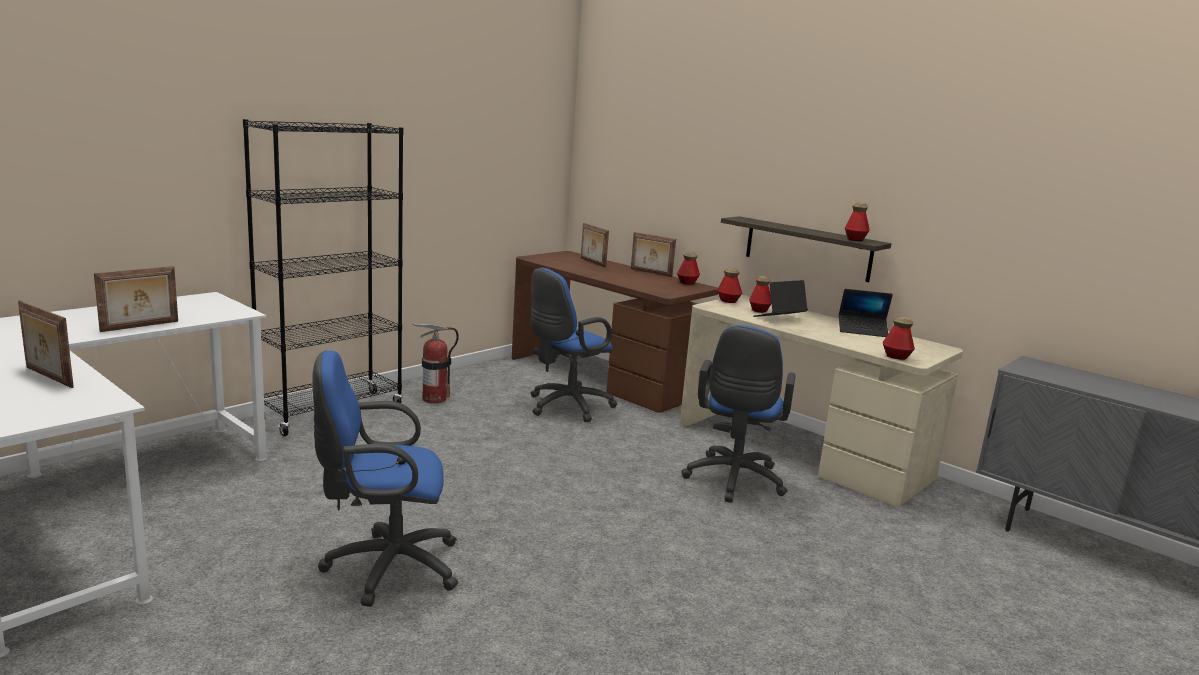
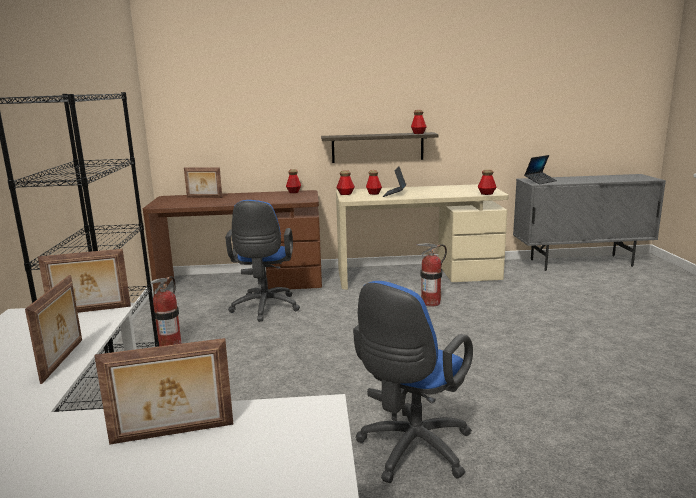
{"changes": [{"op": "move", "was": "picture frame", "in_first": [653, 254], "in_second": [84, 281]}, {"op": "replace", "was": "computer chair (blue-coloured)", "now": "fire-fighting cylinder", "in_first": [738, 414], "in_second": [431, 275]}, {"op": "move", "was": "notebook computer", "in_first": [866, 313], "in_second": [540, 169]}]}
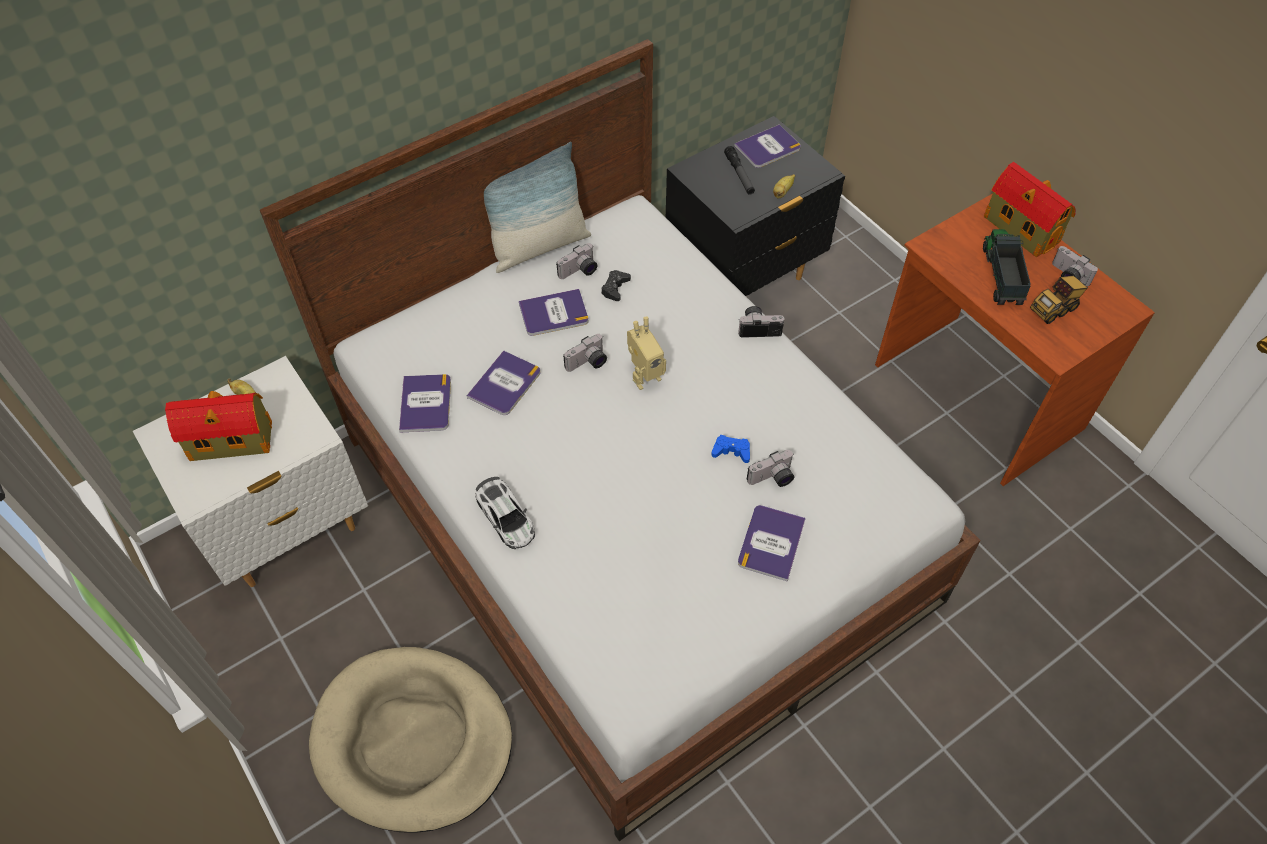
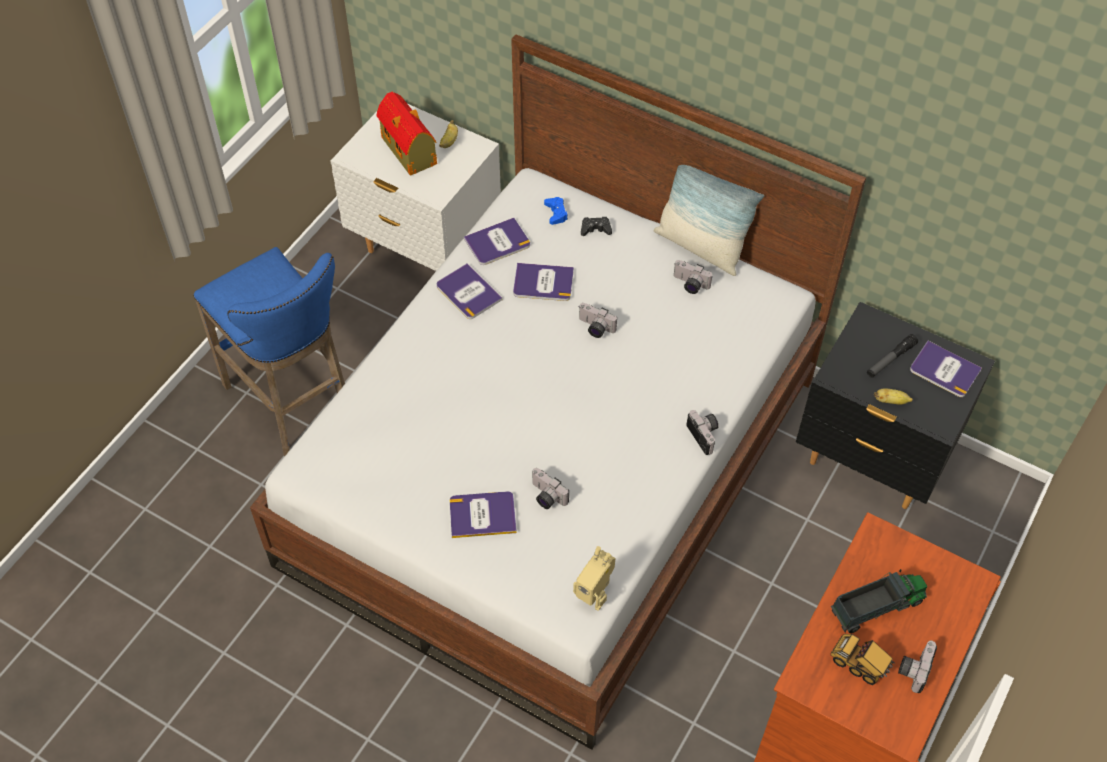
{"changes": [{"op": "replace", "was": "dog bed (beige-coloured)", "now": "sitting stool (blue-coloured)", "in_first": [410, 740], "in_second": [269, 351]}, {"op": "move", "was": "book", "in_first": [554, 312], "in_second": [469, 291]}, {"op": "move", "was": "gamepad (blue-coloured)", "in_first": [730, 449], "in_second": [556, 211]}, {"op": "move", "was": "toy robot", "in_first": [646, 353], "in_second": [594, 578]}, {"op": "move", "was": "gamepad (black-coloured)", "in_first": [616, 285], "in_second": [596, 226]}, {"op": "delete", "was": "model car", "in_first": [505, 513]}, {"op": "delete", "was": "miniature house", "in_first": [1030, 209]}]}
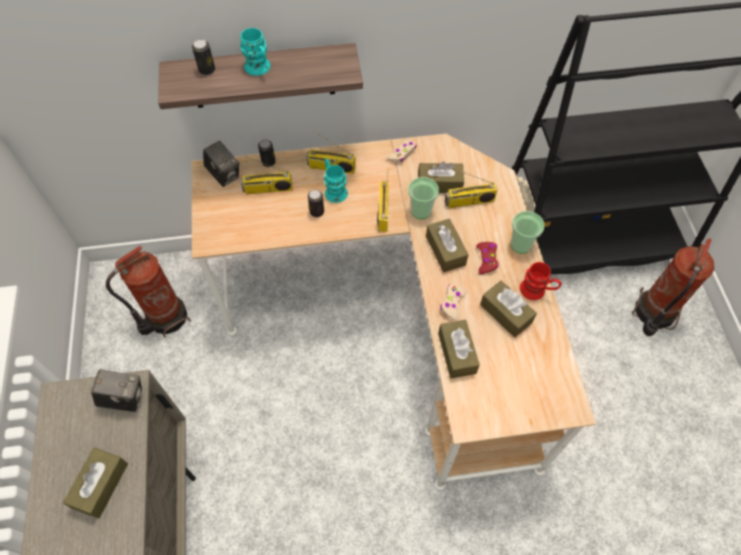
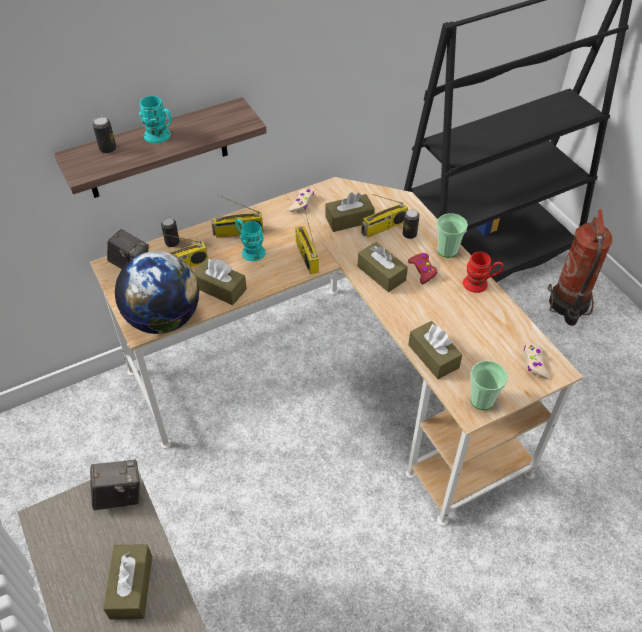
{"changes": [{"op": "insert", "now": "globe", "in_second": [157, 292]}, {"op": "move", "was": "box of tissues (brownish)", "in_first": [508, 309], "in_second": [220, 282]}, {"op": "move", "was": "metal can", "in_first": [316, 203], "in_second": [411, 224]}, {"op": "move", "was": "cup", "in_first": [423, 198], "in_second": [489, 385]}, {"op": "move", "was": "gamepad (beige-coloured)", "in_first": [454, 302], "in_second": [536, 361]}, {"op": "delete", "was": "fire-fighting cylinder", "in_first": [148, 291]}]}
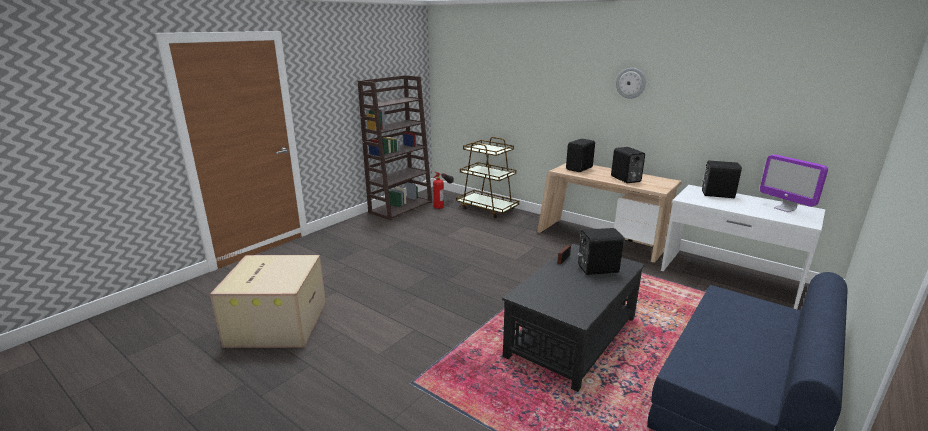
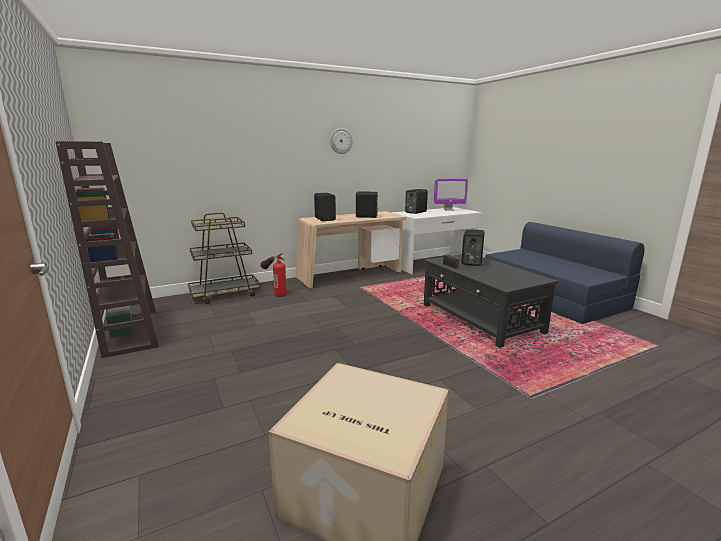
{"changes": [{"op": "move", "was": "fire-fighting cylinder", "in_first": [443, 190], "in_second": [273, 275]}]}
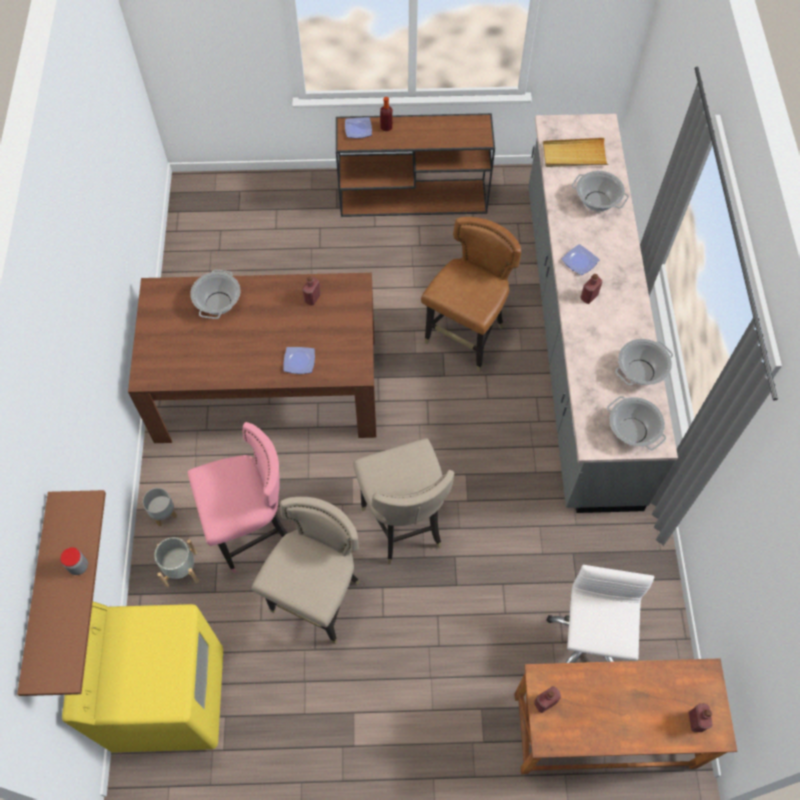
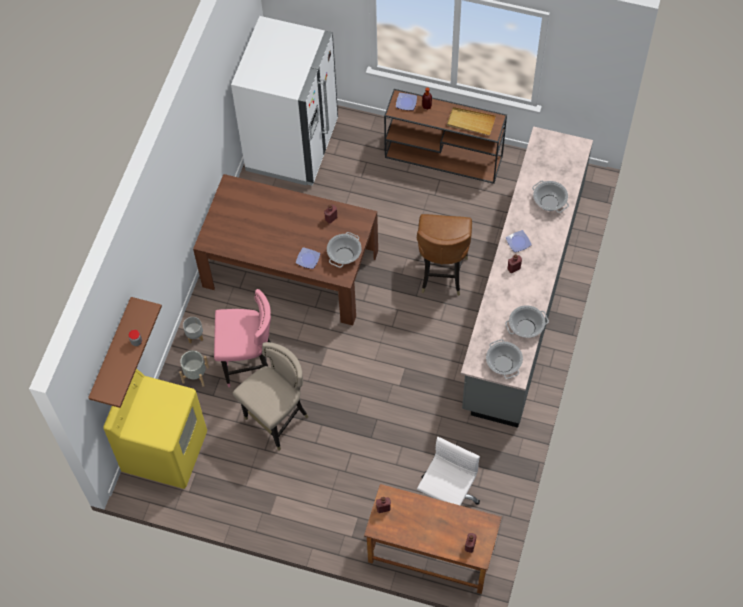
{"changes": [{"op": "insert", "now": "kitchen fridge (white-coloured)", "in_second": [284, 101]}, {"op": "move", "was": "cooking pot", "in_first": [215, 294], "in_second": [344, 250]}, {"op": "rotate", "was": "plain chair (brownish)", "in_first": [471, 294], "in_second": [444, 255], "clockwise": 135}, {"op": "move", "was": "carrying tray (beige-coloured)", "in_first": [575, 152], "in_second": [471, 121]}, {"op": "delete", "was": "sitting stool (beige-coloured)", "in_first": [404, 501]}]}
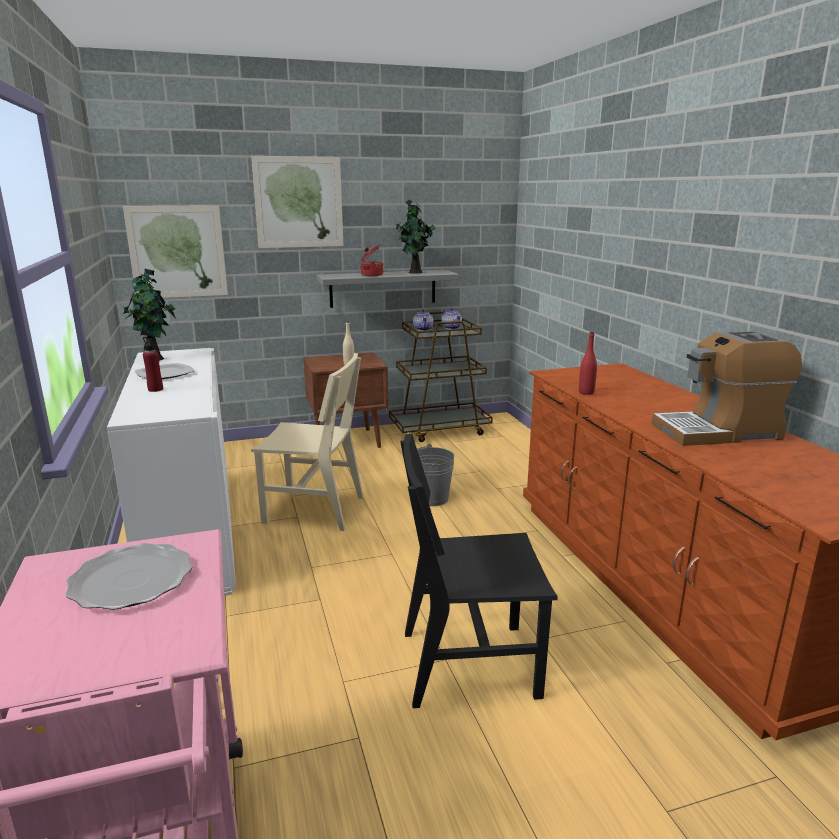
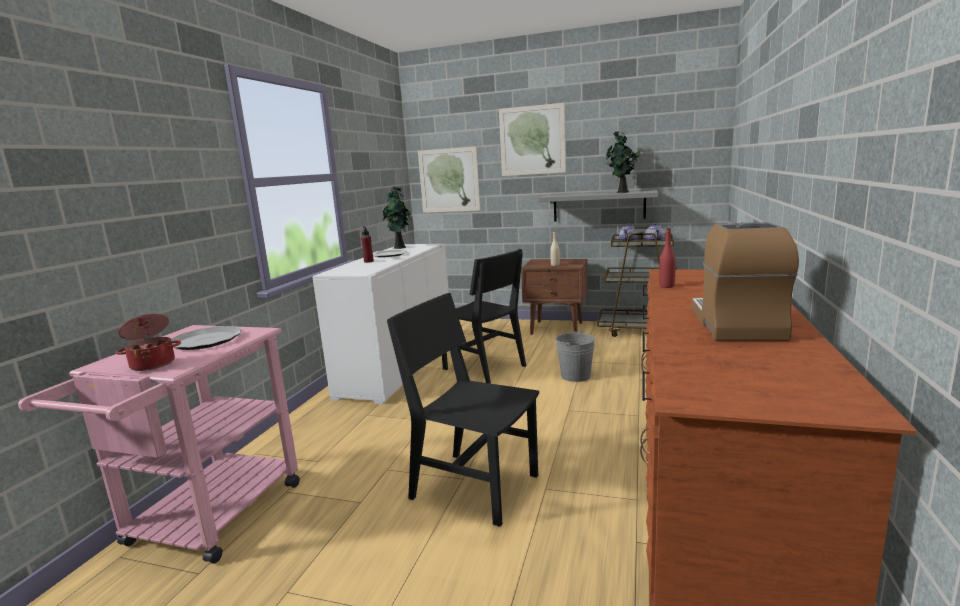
{"changes": [{"op": "move", "was": "cooking pot", "in_first": [372, 260], "in_second": [148, 342]}, {"op": "recolor", "was": "plain chair (beige-coloured)", "now": "plain chair (black-coloured)", "in_first": [307, 442], "in_second": [484, 316]}, {"op": "rotate", "was": "coffee maker", "in_first": [726, 388], "in_second": [745, 281], "clockwise": 75}]}
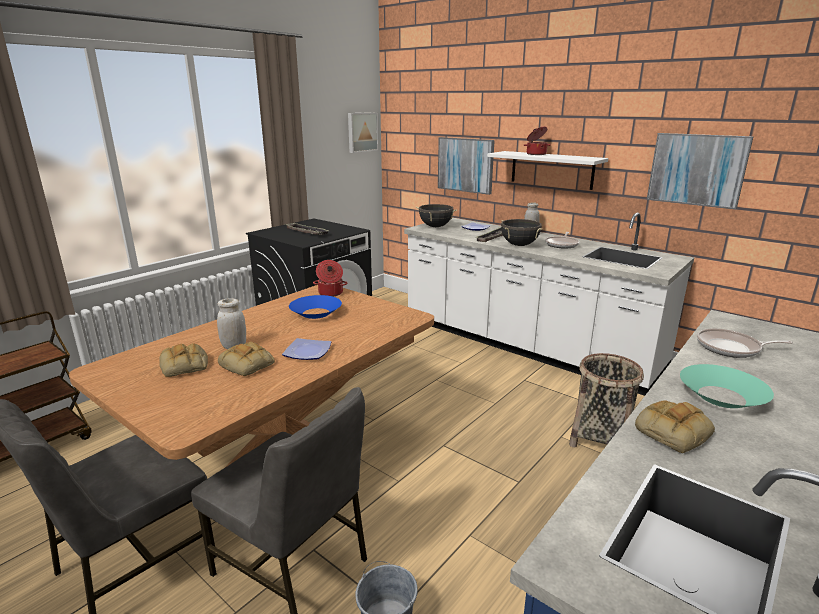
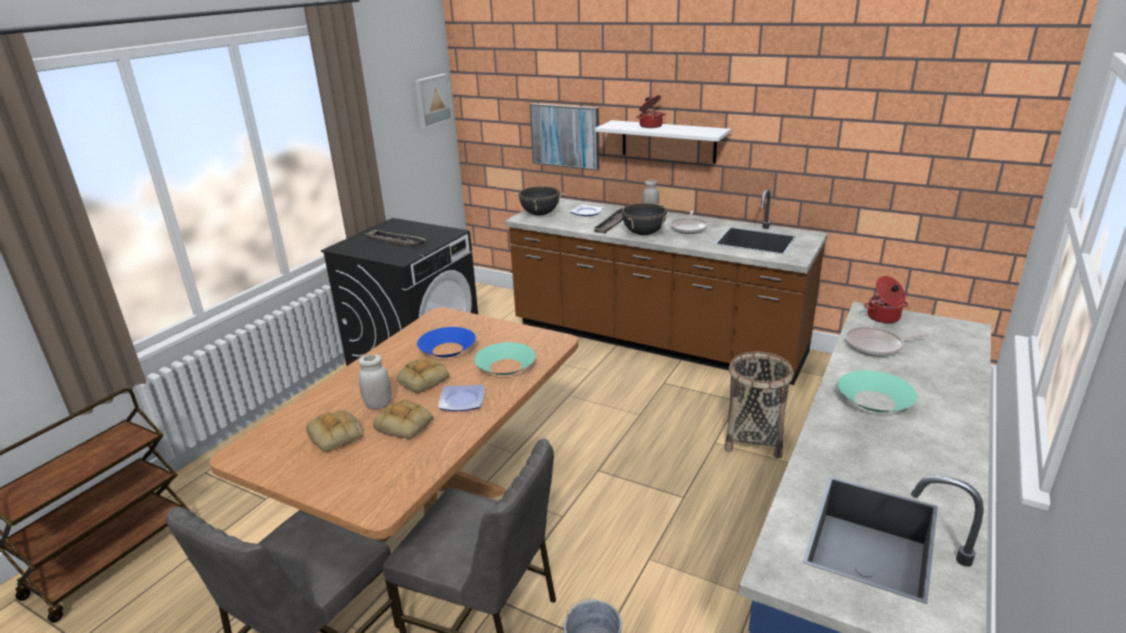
{"changes": [{"op": "move", "was": "baked bread", "in_first": [675, 426], "in_second": [423, 376]}, {"op": "insert", "now": "bowl (turquoise-coloured)", "in_second": [505, 358]}, {"op": "recolor", "was": "kitchen base unit (white-coloured)", "now": "kitchen base unit (brownish)", "in_first": [549, 304], "in_second": [666, 287]}, {"op": "move", "was": "cooking pot", "in_first": [330, 278], "in_second": [886, 299]}, {"op": "delete", "was": "wall picture", "in_first": [700, 171]}]}
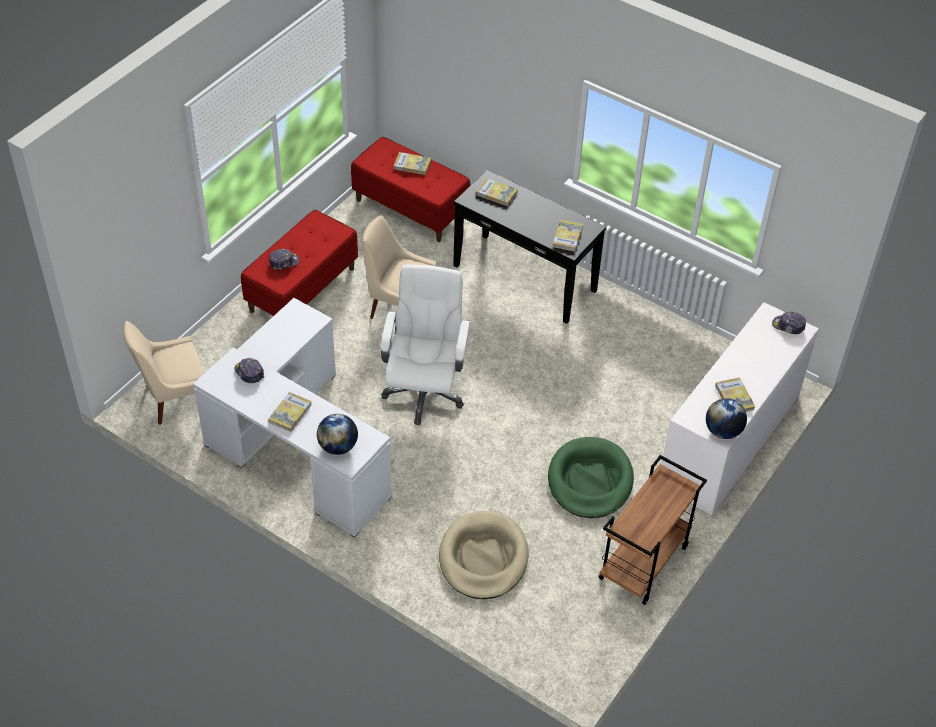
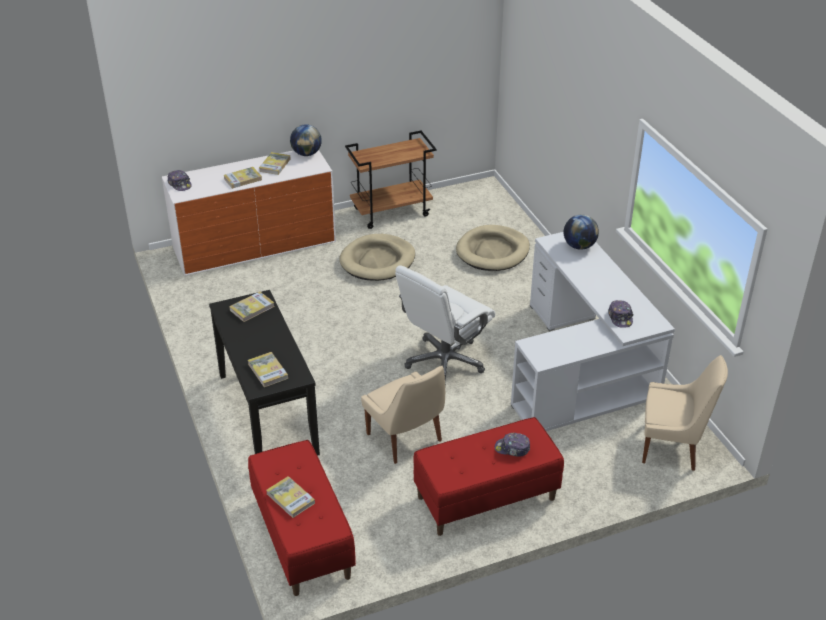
{"changes": [{"op": "move", "was": "book", "in_first": [290, 412], "in_second": [243, 178]}, {"op": "recolor", "was": "dog bed (greenish)", "now": "dog bed (beige-coloured)", "in_first": [591, 477], "in_second": [377, 257]}]}
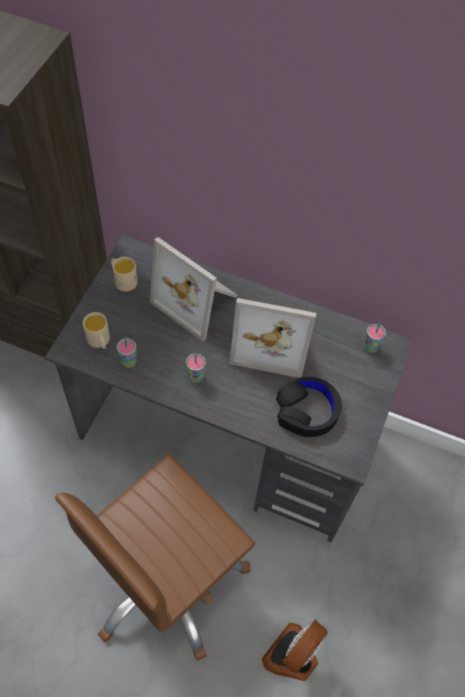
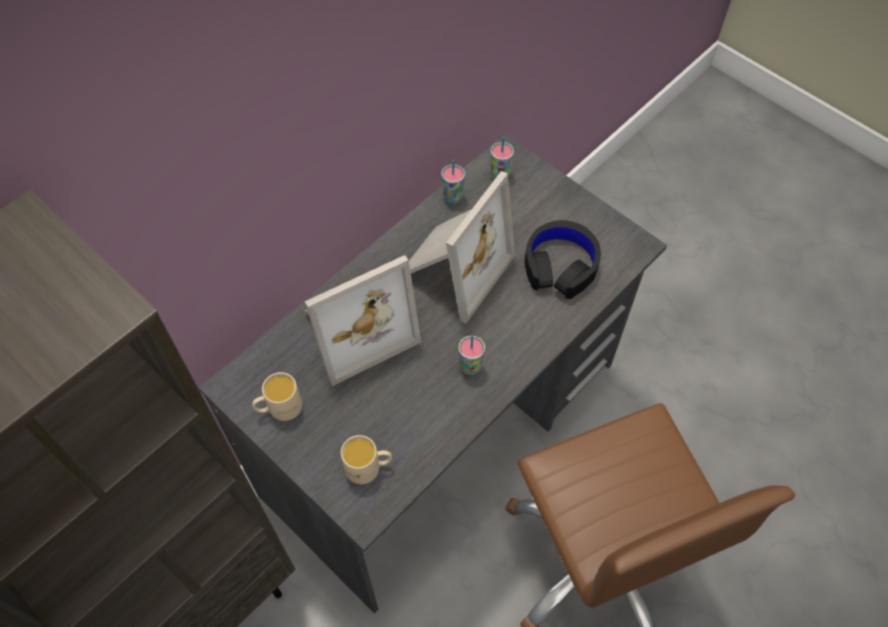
{"changes": [{"op": "move", "was": "cup", "in_first": [127, 353], "in_second": [453, 182]}, {"op": "delete", "was": "cooling fan", "in_first": [295, 650]}]}
